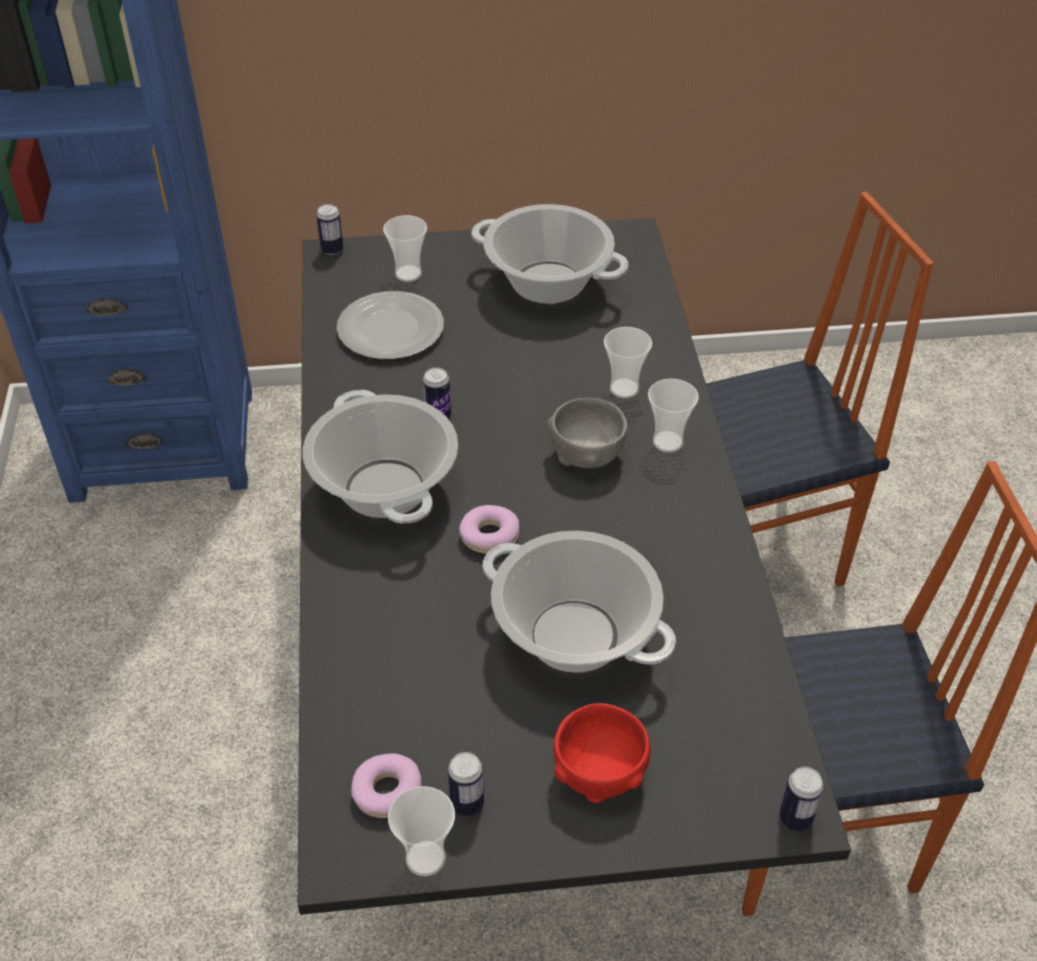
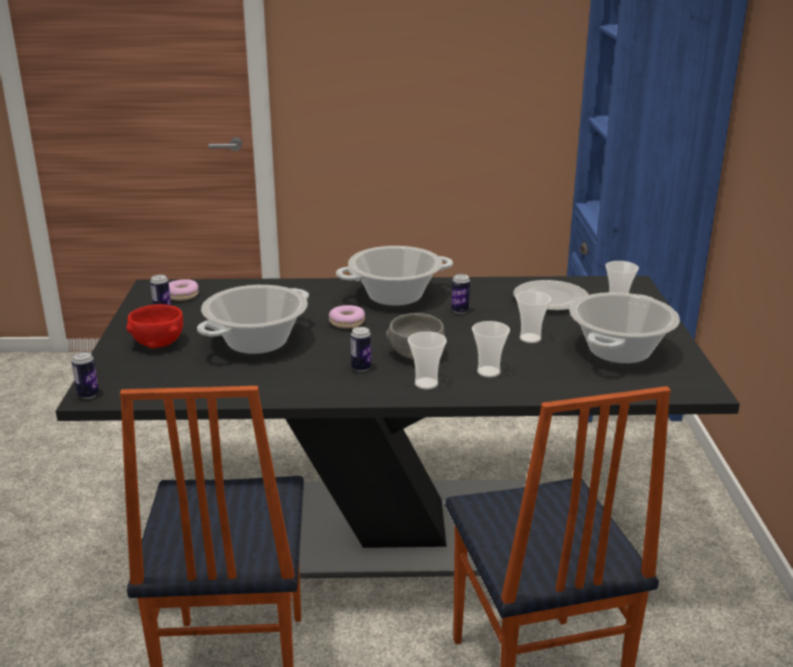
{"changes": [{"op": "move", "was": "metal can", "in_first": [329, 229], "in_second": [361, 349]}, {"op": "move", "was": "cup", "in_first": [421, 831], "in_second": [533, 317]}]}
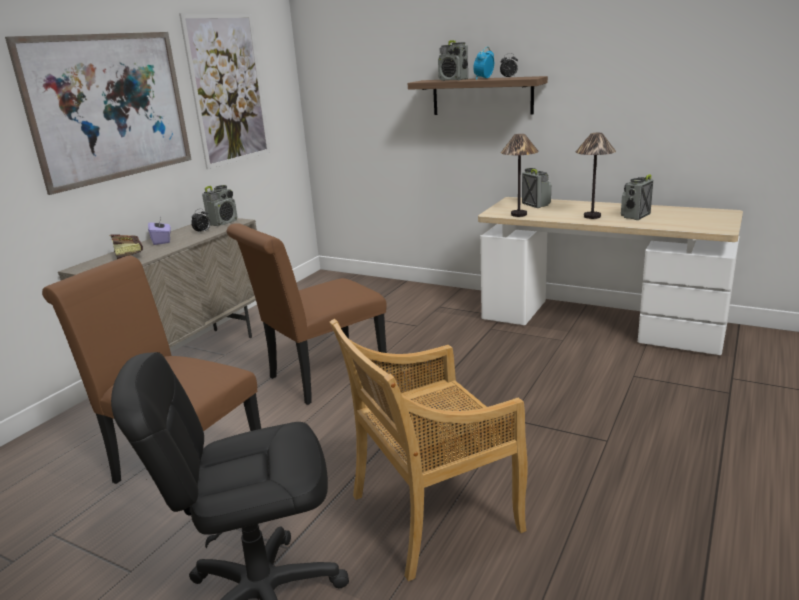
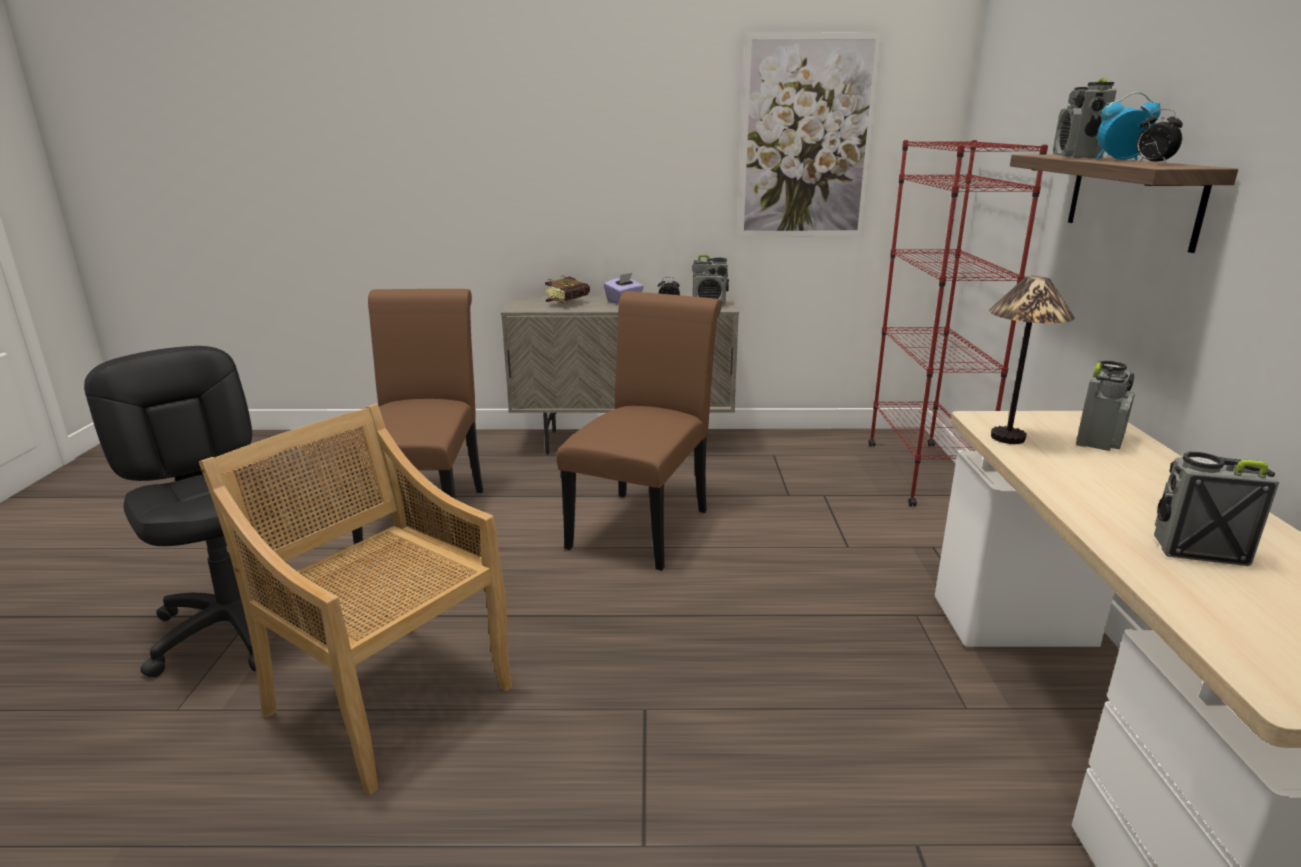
{"changes": [{"op": "rotate", "was": "plain chair (brownish)", "in_first": [307, 314], "in_second": [638, 431], "clockwise": 90}, {"op": "insert", "now": "bookshelf (red)", "in_second": [958, 323]}, {"op": "delete", "was": "wall picture", "in_first": [98, 113]}, {"op": "delete", "was": "tabletop lamp", "in_first": [596, 176]}]}
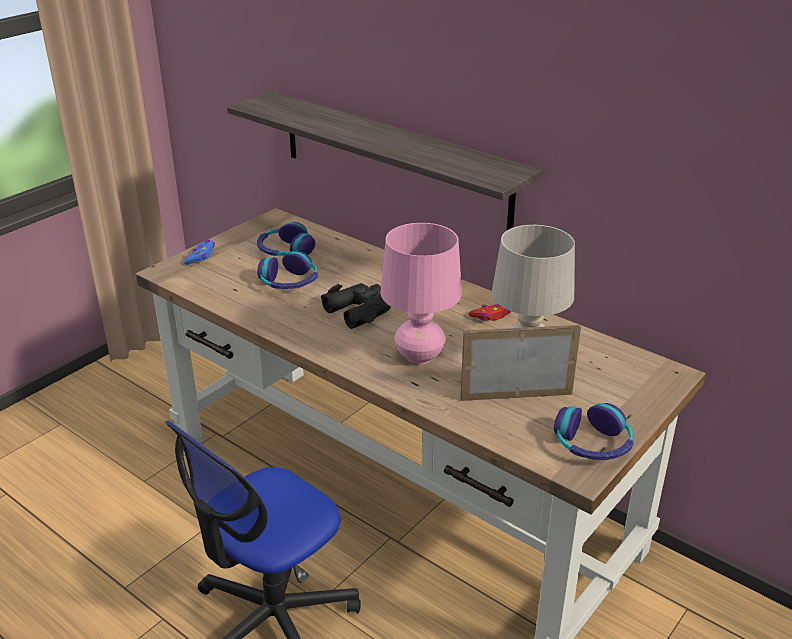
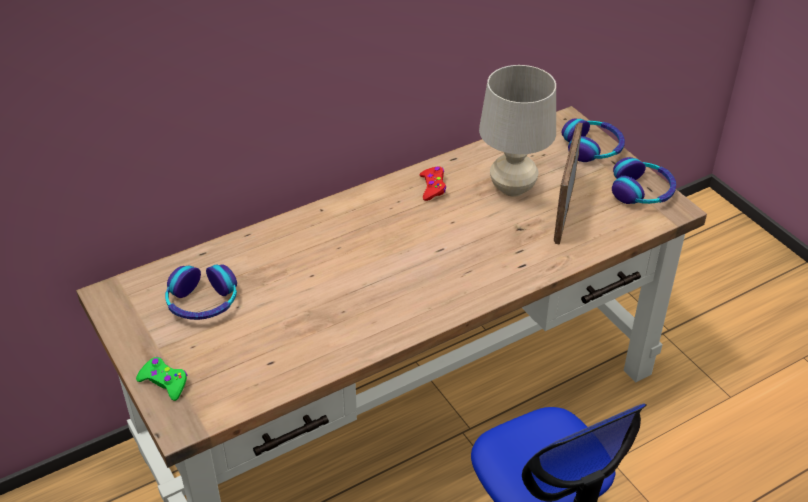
{"changes": [{"op": "recolor", "was": "gamepad (blue-coloured)", "now": "gamepad (greenish)", "in_first": [199, 252], "in_second": [161, 379]}, {"op": "move", "was": "pair of headphones", "in_first": [287, 270], "in_second": [593, 140]}, {"op": "delete", "was": "wall shelf", "in_first": [385, 160]}, {"op": "delete", "was": "field glasses (black-coloured)", "in_first": [356, 306]}, {"op": "delete", "was": "tabletop lamp (pink-coloured)", "in_first": [421, 293]}]}
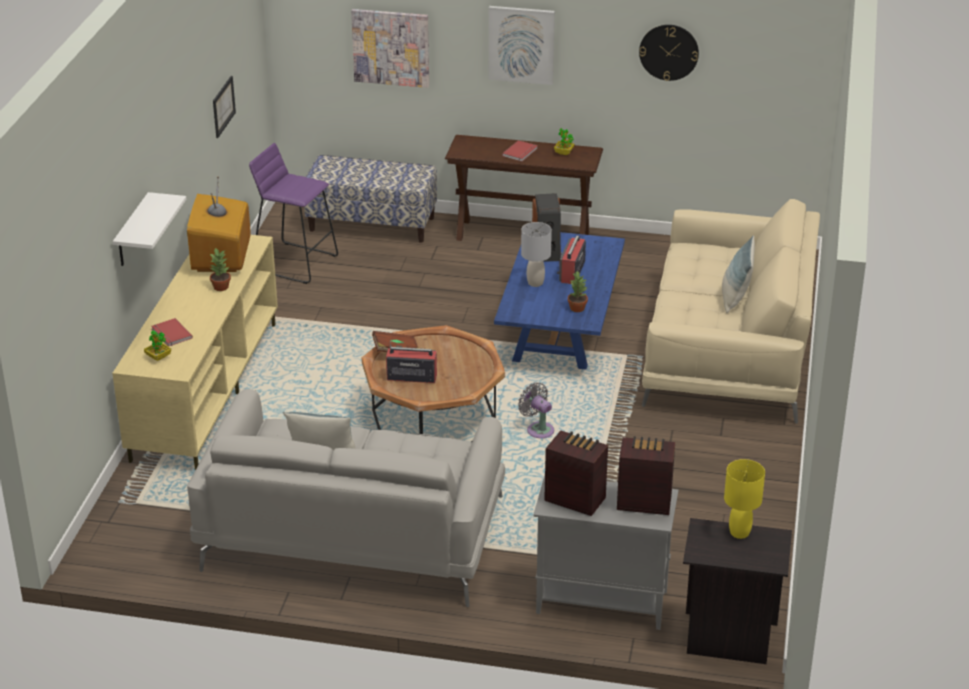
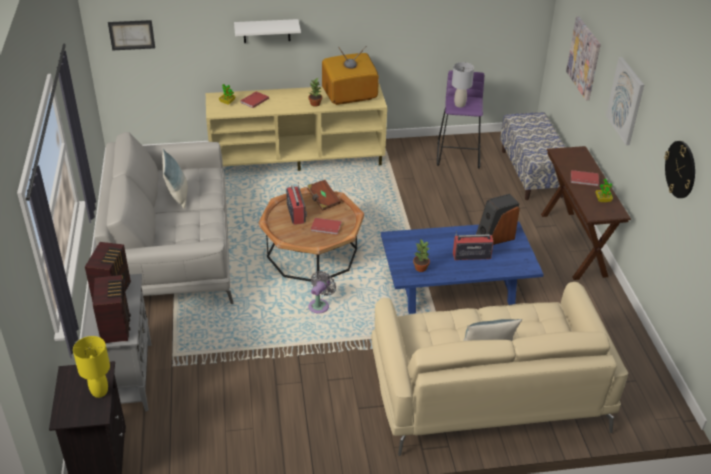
{"changes": [{"op": "move", "was": "wall picture", "in_first": [224, 107], "in_second": [131, 35]}, {"op": "insert", "now": "book (red)", "in_second": [326, 226]}, {"op": "move", "was": "tabletop lamp (greyish)", "in_first": [536, 254], "in_second": [463, 85]}]}
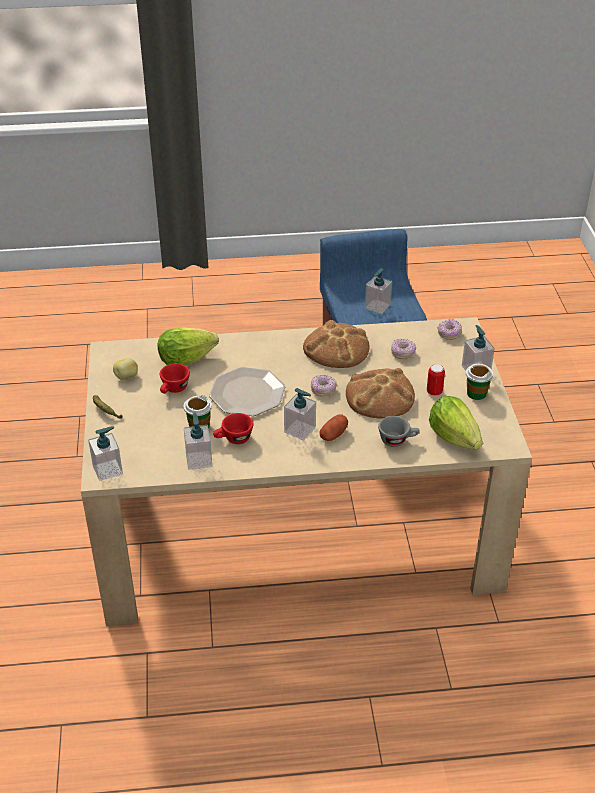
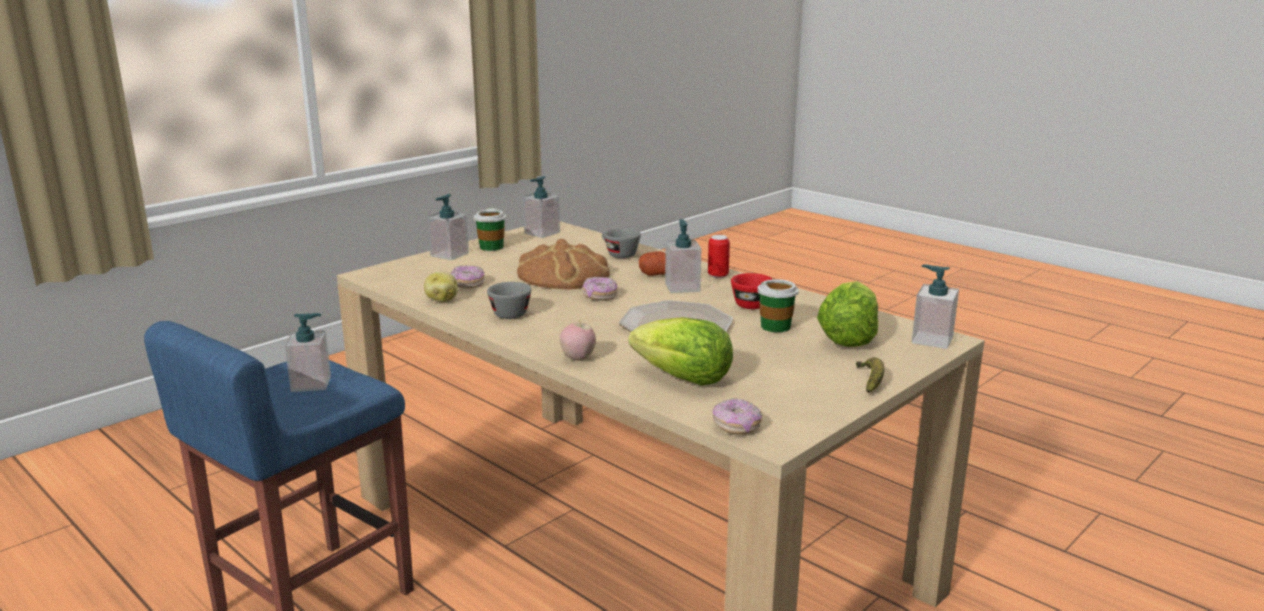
{"changes": [{"op": "move", "was": "whole potato", "in_first": [125, 369], "in_second": [441, 287]}, {"op": "replace", "was": "baked bread", "now": "cup (greyish)", "in_first": [336, 344], "in_second": [509, 300]}, {"op": "move", "was": "soap dispenser", "in_first": [198, 441], "in_second": [541, 207]}, {"op": "insert", "now": "apple fruit", "in_second": [578, 341]}, {"op": "move", "was": "metal can", "in_first": [436, 380], "in_second": [719, 256]}, {"op": "move", "was": "donut", "in_first": [450, 329], "in_second": [737, 416]}, {"op": "move", "was": "lettuce head", "in_first": [456, 423], "in_second": [847, 314]}, {"op": "delete", "was": "cup (red)", "in_first": [175, 378]}]}
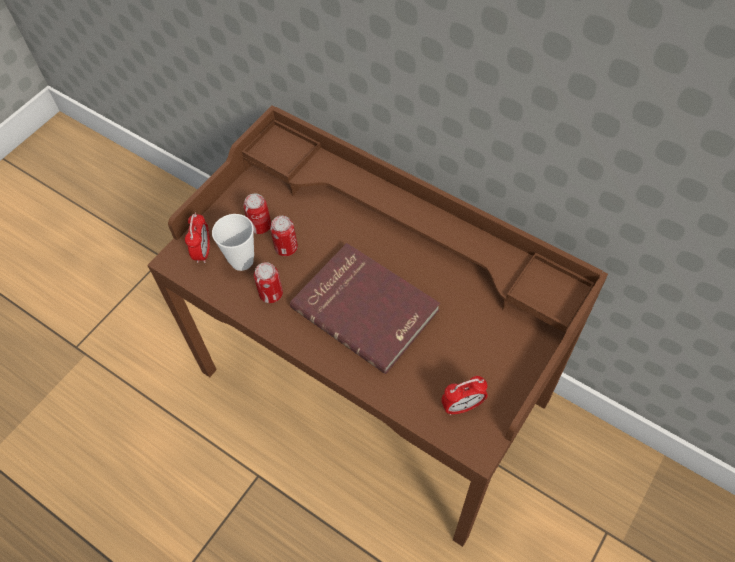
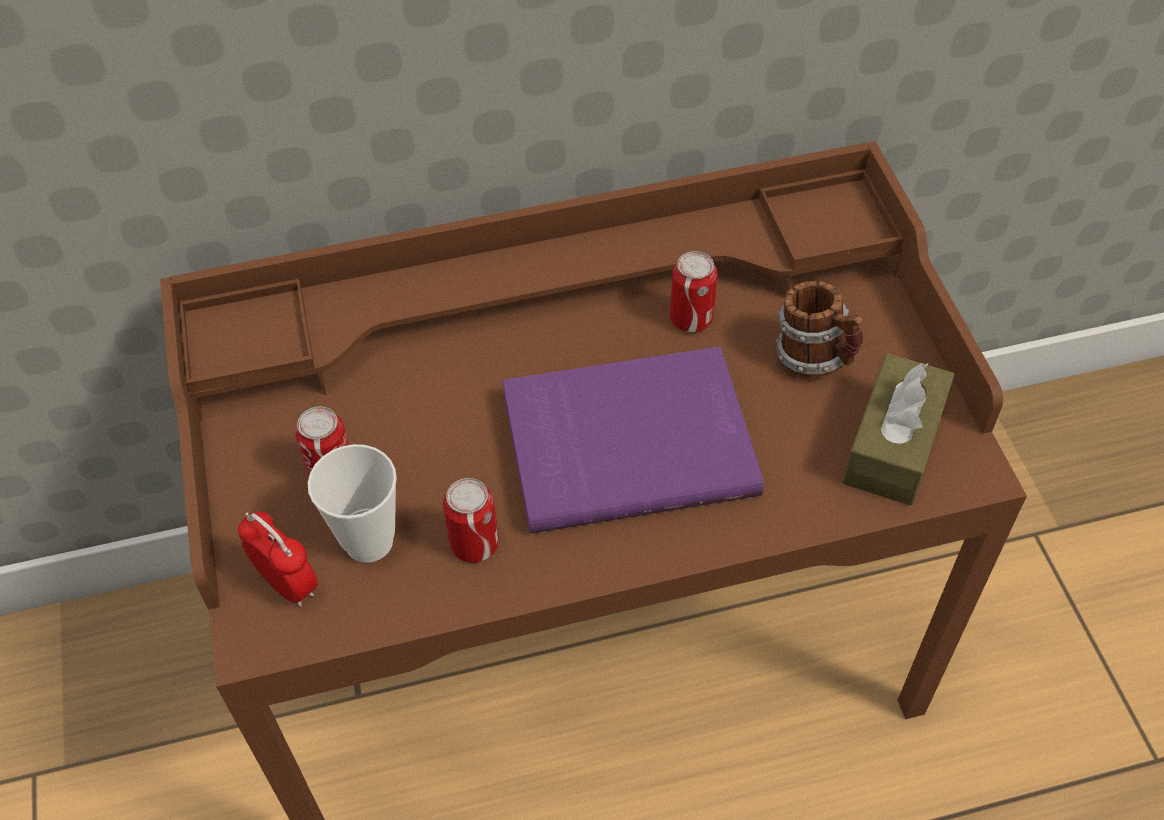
{"changes": [{"op": "recolor", "was": "book (red)", "now": "book (purple)", "in_first": [365, 308], "in_second": [633, 440]}, {"op": "move", "was": "metal can", "in_first": [284, 236], "in_second": [694, 291]}, {"op": "insert", "now": "tea mug", "in_second": [820, 329]}, {"op": "replace", "was": "alarm clock", "now": "box of tissues (brownish)", "in_first": [464, 395], "in_second": [898, 429]}]}
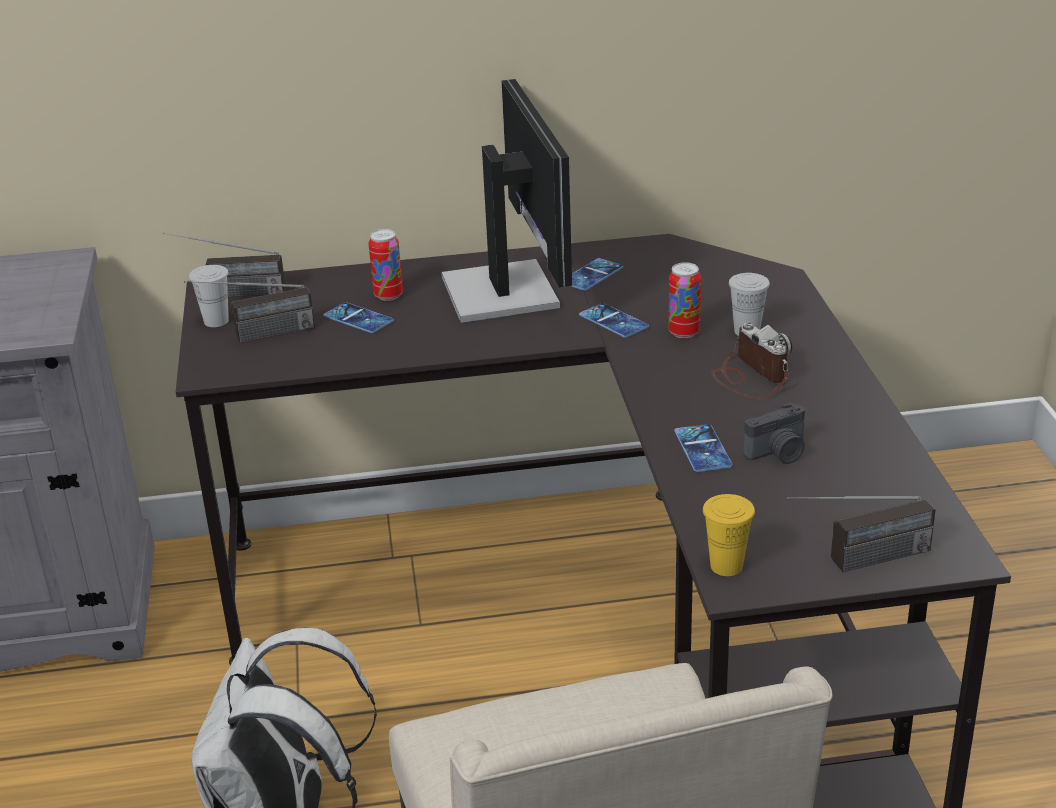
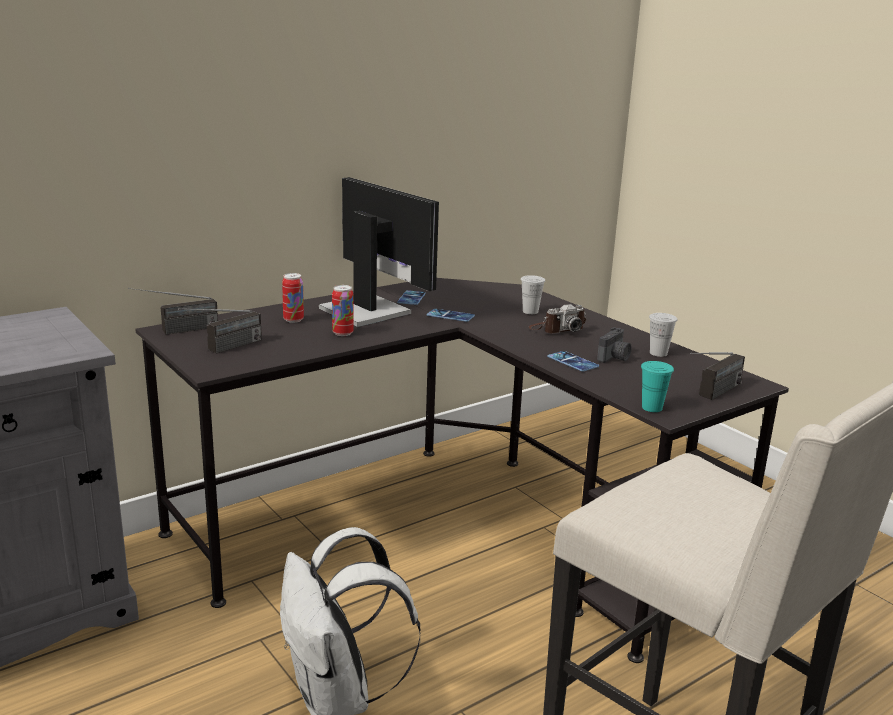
{"changes": [{"op": "move", "was": "metal can", "in_first": [684, 300], "in_second": [343, 310]}, {"op": "rotate", "was": "photo camera", "in_first": [751, 360], "in_second": [557, 318], "clockwise": 120}, {"op": "recolor", "was": "cup (yellow)", "now": "cup (turquoise-coloured)", "in_first": [729, 535], "in_second": [657, 386]}, {"op": "move", "was": "cup (white-coloured)", "in_first": [209, 296], "in_second": [663, 335]}, {"op": "delete", "was": "handset", "in_first": [358, 317]}]}
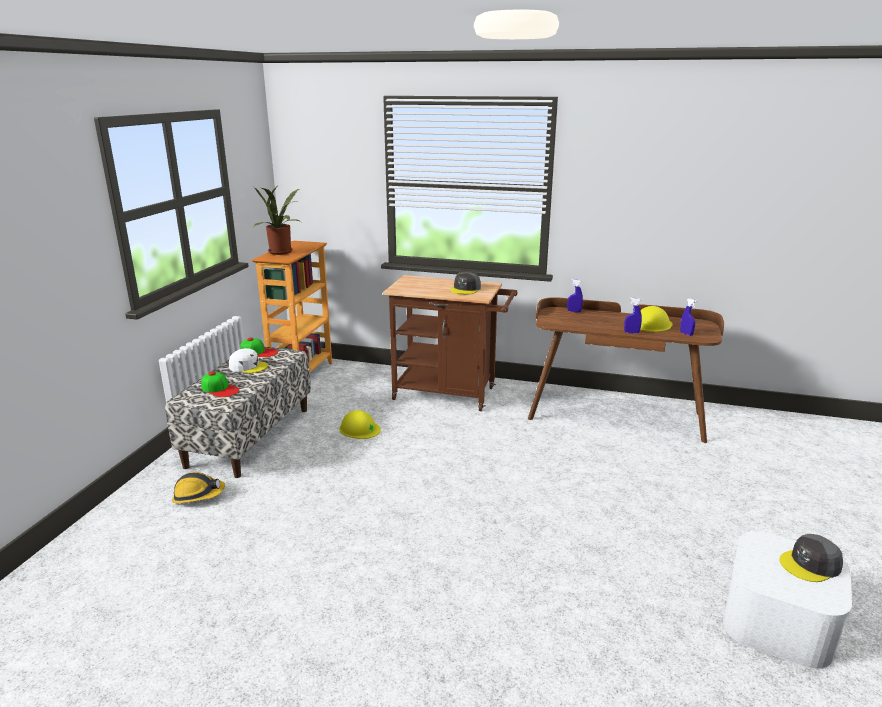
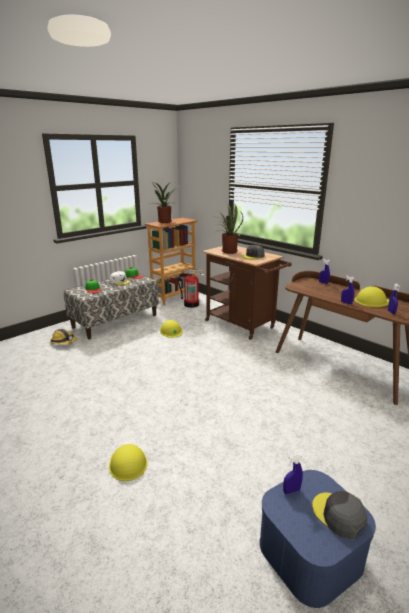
{"changes": [{"op": "insert", "now": "hard hat (yellow)", "in_second": [128, 462]}, {"op": "insert", "now": "fire-fighting cylinder", "in_second": [191, 288]}, {"op": "insert", "now": "potted plant", "in_second": [227, 228]}, {"op": "recolor", "was": "storage box (white-coloured)", "now": "storage box (blue-coloured)", "in_first": [787, 600], "in_second": [317, 539]}, {"op": "insert", "now": "hand sprayer (blue-coloured)", "in_second": [293, 474]}, {"op": "rotate", "was": "baseball cap (greyish)", "in_first": [811, 558], "in_second": [339, 515], "clockwise": 45}]}
